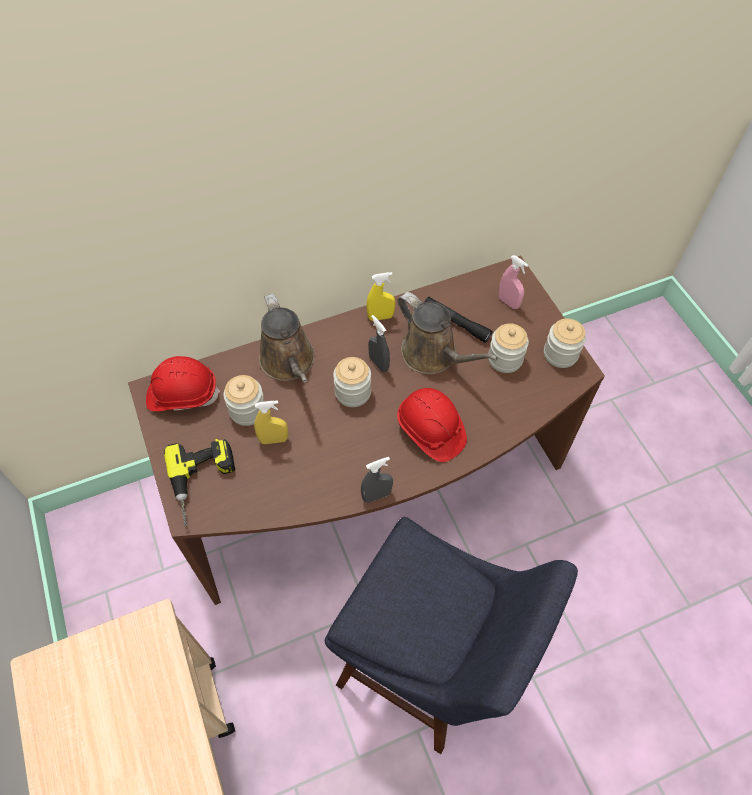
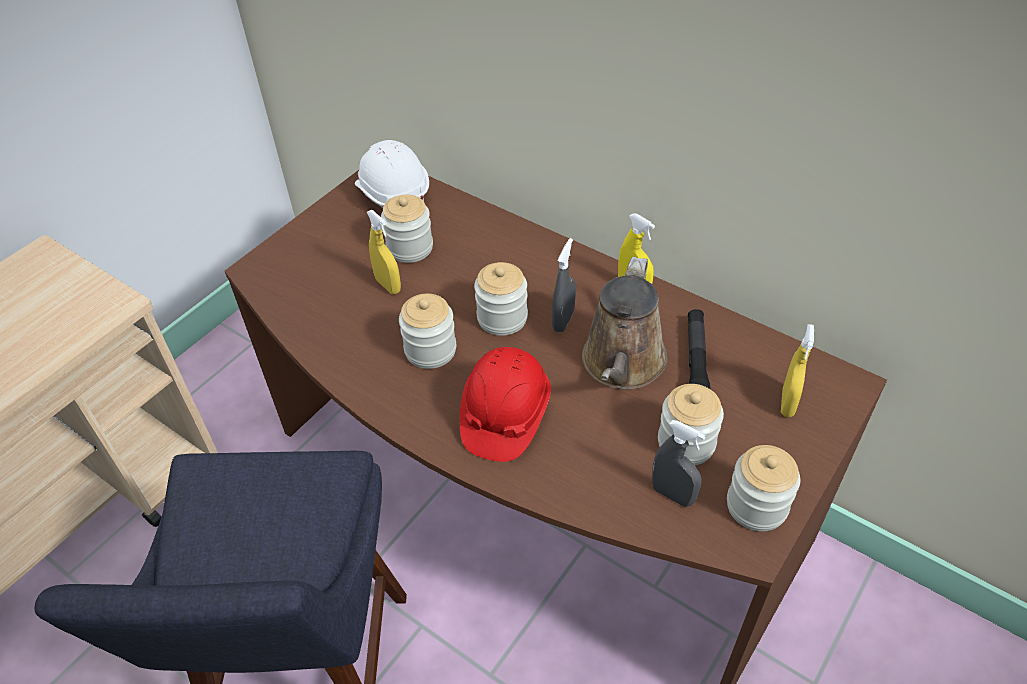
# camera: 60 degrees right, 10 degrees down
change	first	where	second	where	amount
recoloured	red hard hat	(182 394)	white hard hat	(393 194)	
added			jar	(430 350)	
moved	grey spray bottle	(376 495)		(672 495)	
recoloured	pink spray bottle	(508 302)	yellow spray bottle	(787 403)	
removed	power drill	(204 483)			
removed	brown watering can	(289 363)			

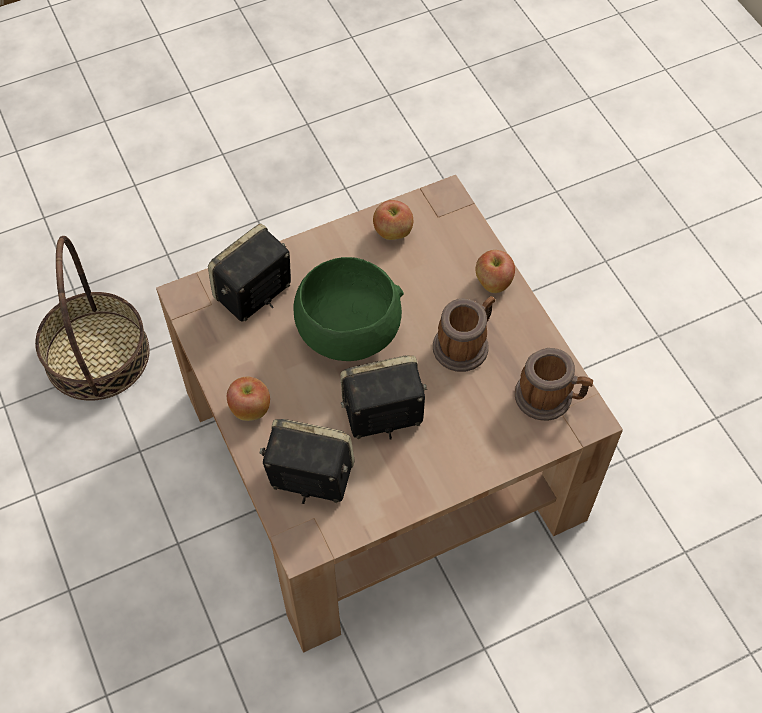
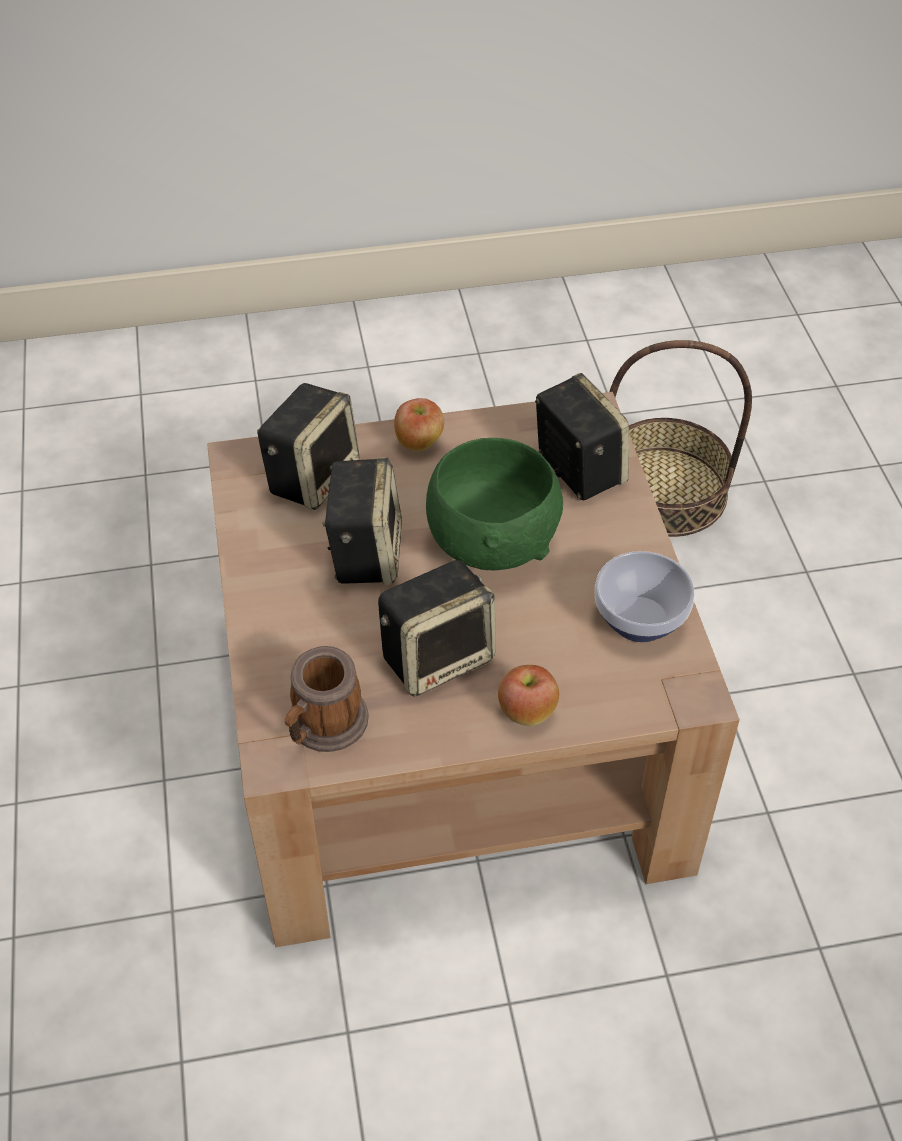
# camera: 105 degrees right, 10 degrees down
change	first	where	second	where	amount
replaced	mug	(465 344)	speaker	(438 656)	
replaced	apple	(393 233)	bowl	(642 621)	

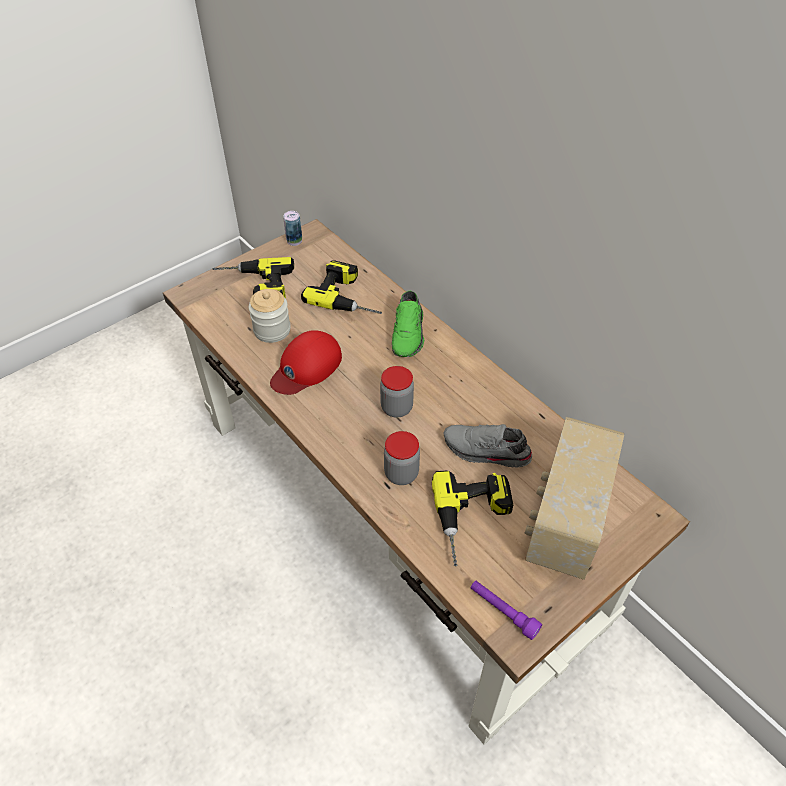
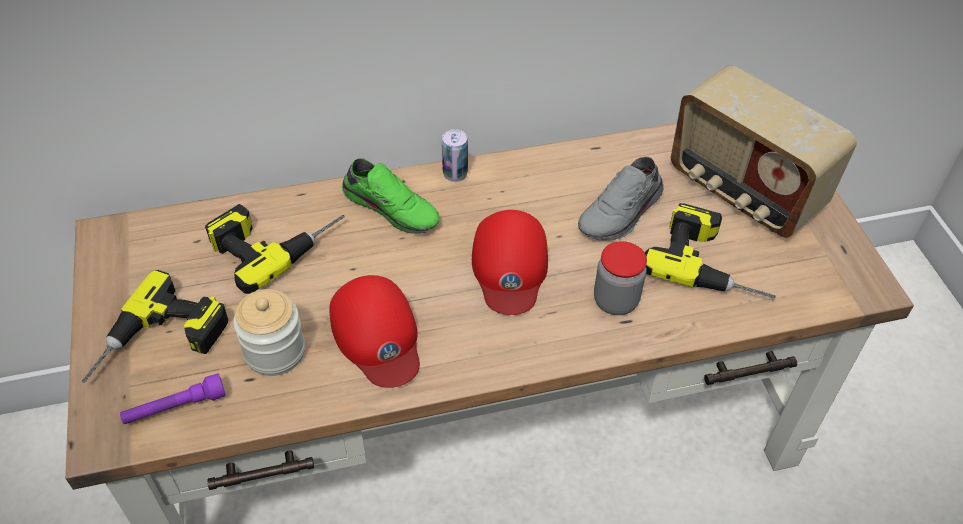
# camera: 65 degrees left, 0 degrees up
change	first	where	second	where	amount
moved	purple flashlight	(503 611)		(175 407)	
moved	can	(294 241)		(455 173)	
replaced	jar	(396 408)	red cap	(509 266)	

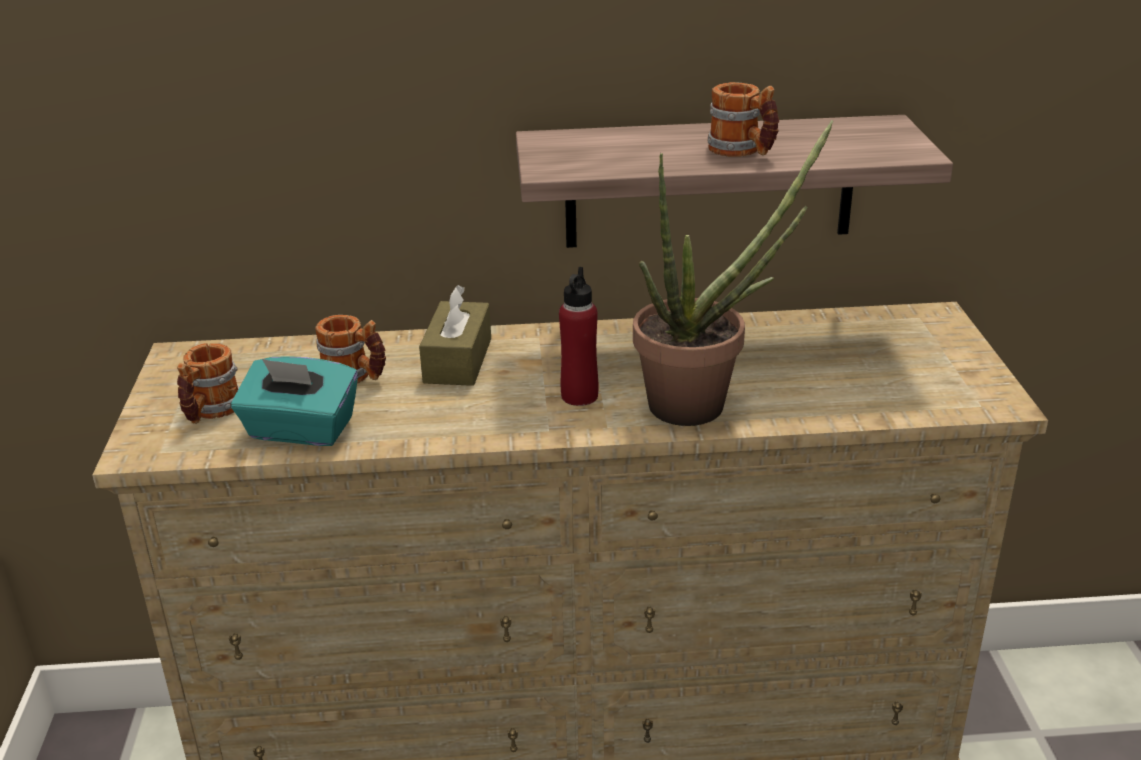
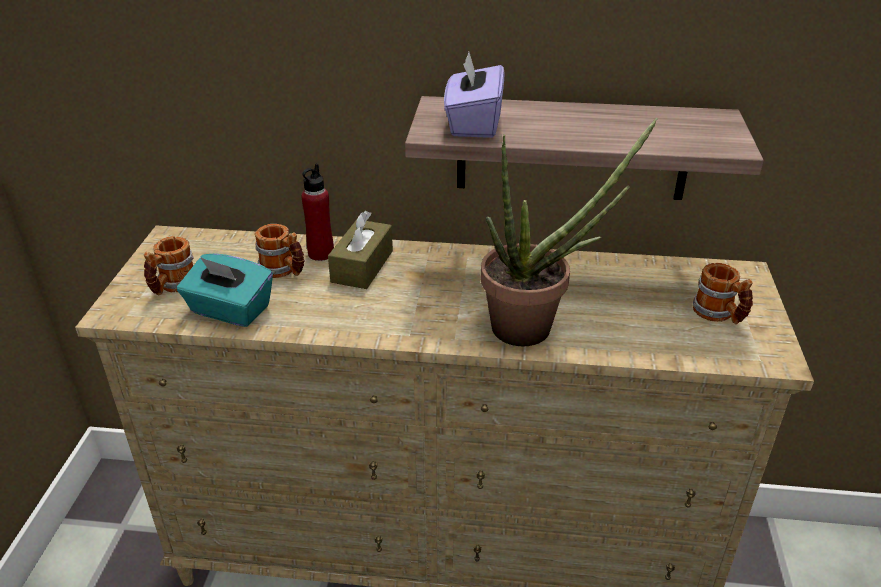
# camera: 10 degrees right, 5 degrees up
change	first	where	second	where	amount
moved	red bottle	(579 396)		(321 253)	
added			purple tissue box	(473 124)	
moved	mug	(742 151)		(719 315)	

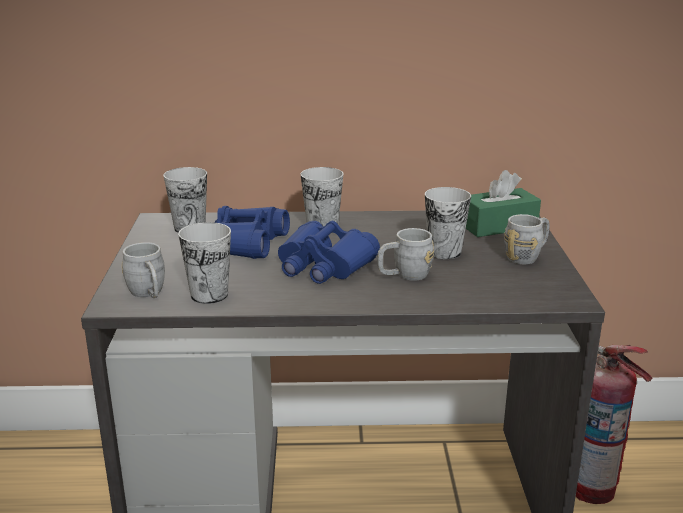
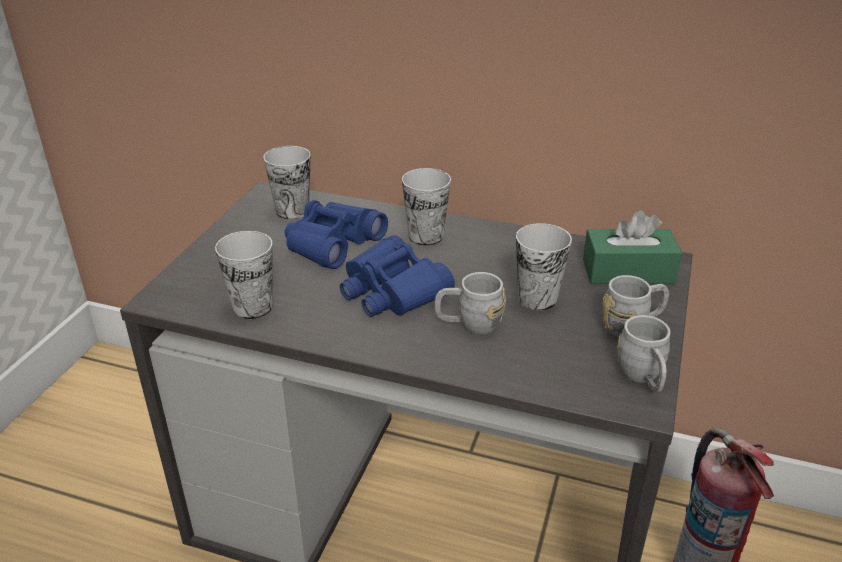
# camera: 20 degrees right, 10 degrees up
change	first	where	second	where	amount
moved	grey mug	(148 294)		(643 378)	

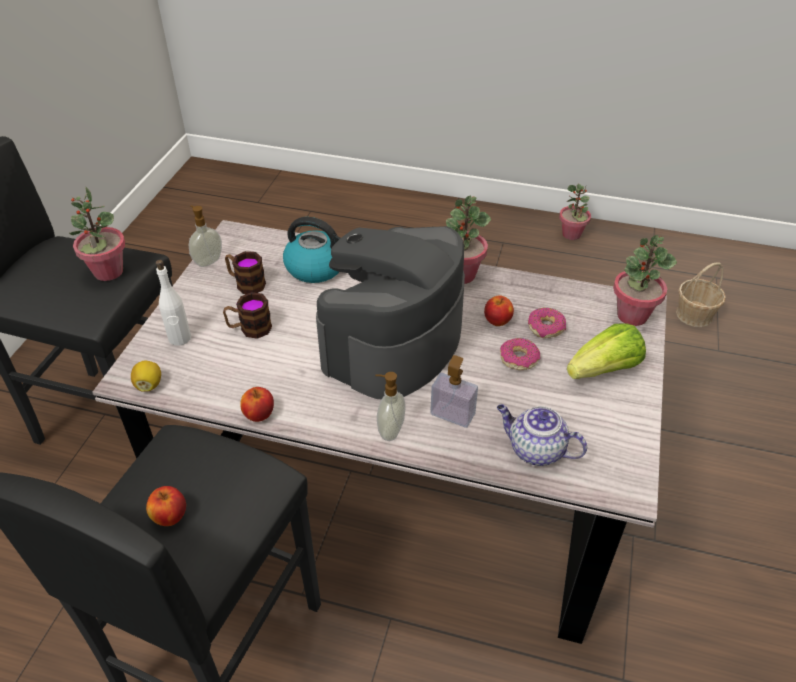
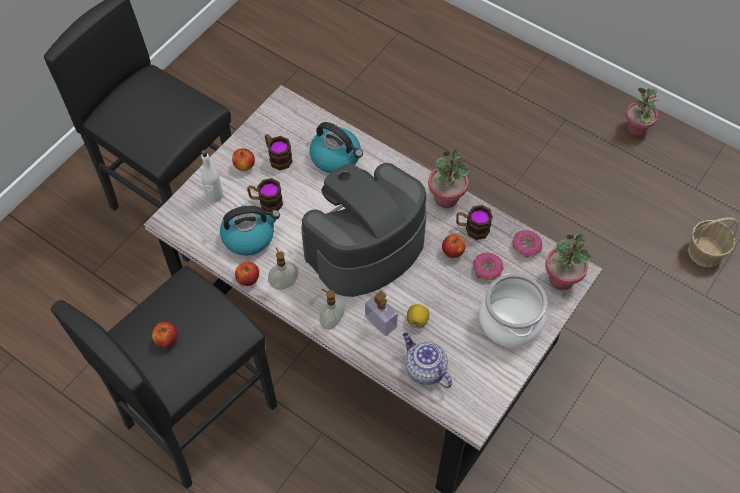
# camera: 20 degrees right, 15 degrees up
change	first	where	second	where	amount
added			kettle	(249 236)	
added			apple	(244 166)	
moved	soap dispenser	(208 261)		(284 283)	
moved	lemon	(149 385)		(417 320)	
added			mug	(472 228)	
replaced	lettuce	(604 370)	cooking pot	(511 321)	
moved	donut	(518 359)		(526 246)	
removed	potted plant	(108 272)			

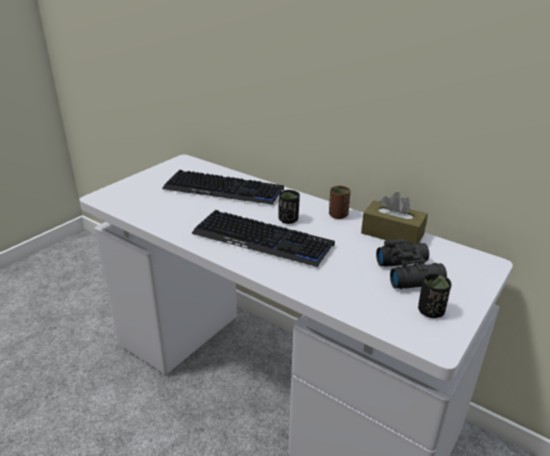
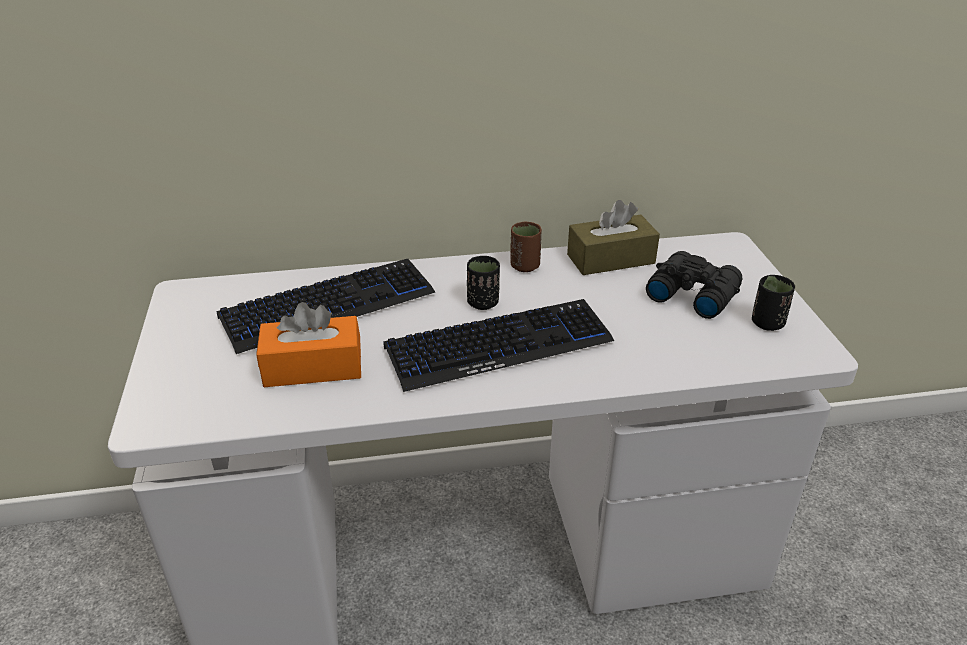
# camera: 45 degrees left, 5 degrees up
change	first	where	second	where	amount
added			orange tissue box	(313 367)	

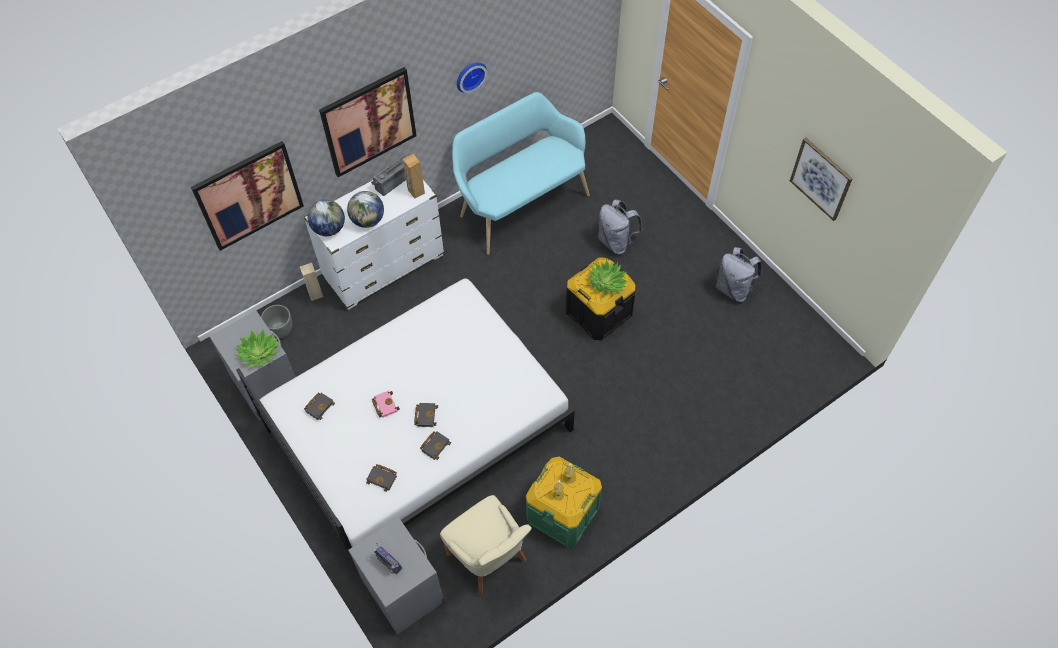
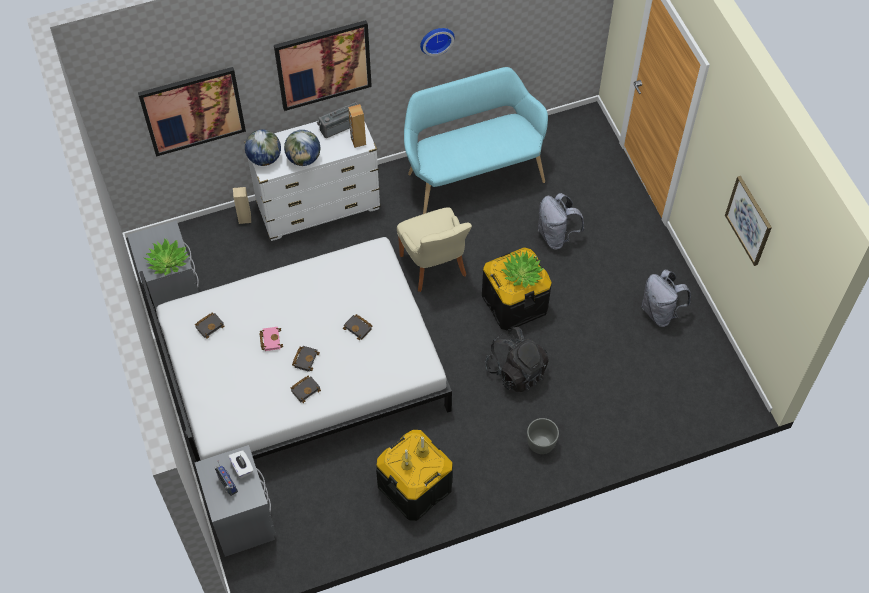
# camera: 15 degrees right, 0 degrees up
change	first	where	second	where	amount
added			white tissue box	(242 468)	
moved	black book	(383 478)		(359 328)	
recoloured	green storage box	(562 512)	black storage box	(415 487)	
moved	beige chair	(489 559)		(434 267)	
added			black backpack	(516 371)	
moved	grey planter	(281 330)		(541 444)	

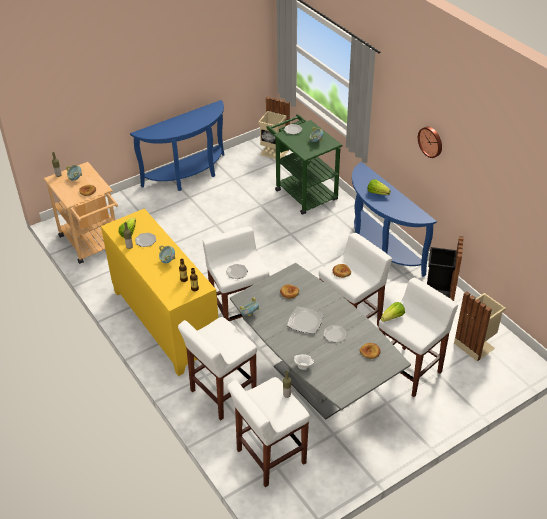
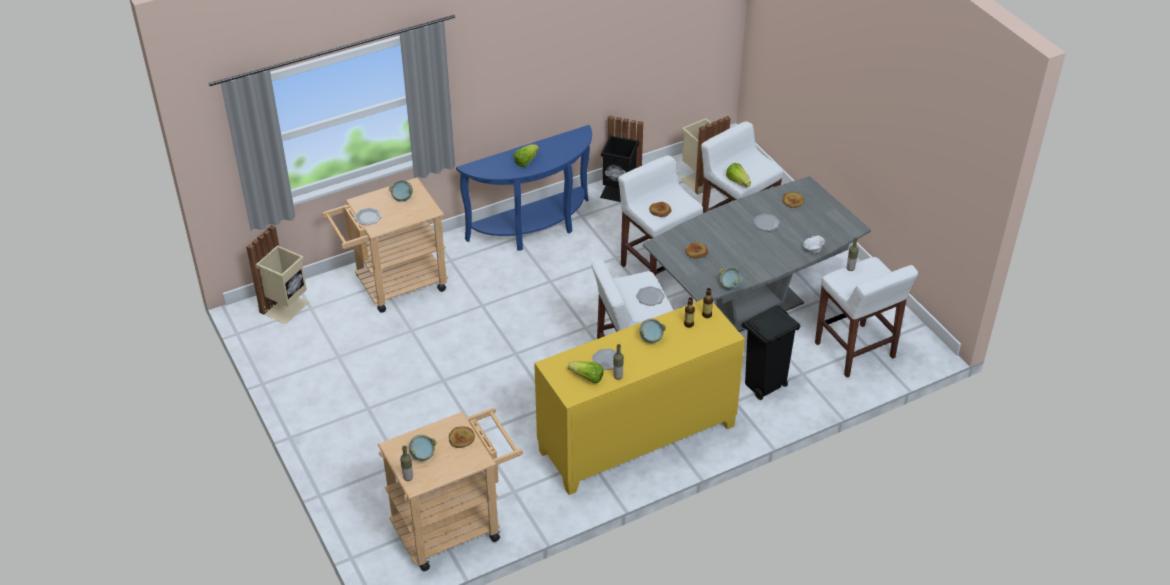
# camera: 85 degrees left, 0 degrees up
change	first	where	second	where	amount
recoloured	green cart	(302 192)	beige cart	(393 286)	
replaced	white stool	(222 394)	black trash can	(764 386)	
removed	blue console table	(189 176)			
removed	plate	(305 321)			
removed	wall clock	(431 141)			

